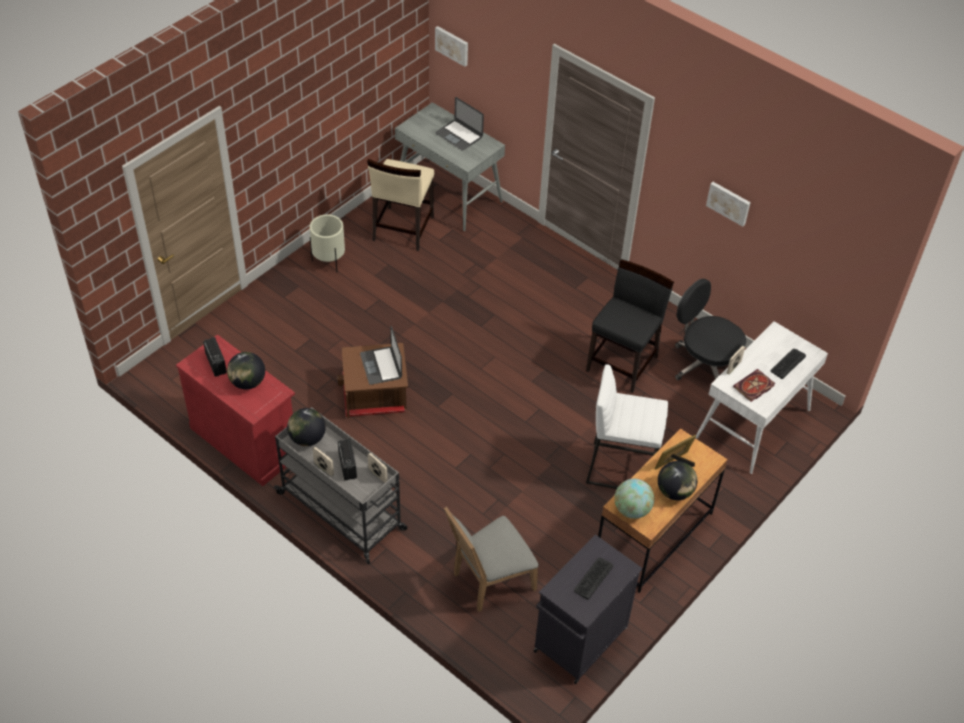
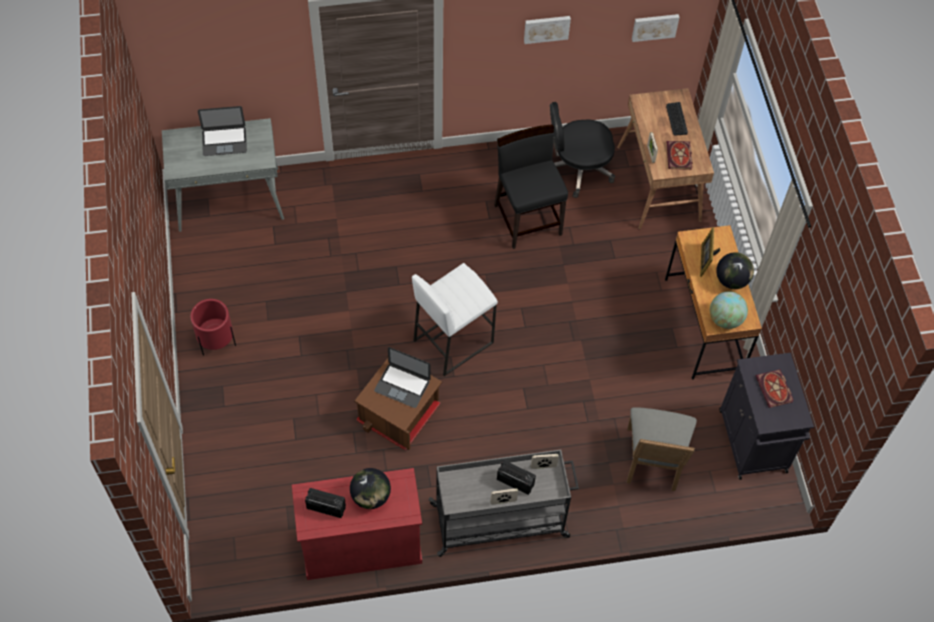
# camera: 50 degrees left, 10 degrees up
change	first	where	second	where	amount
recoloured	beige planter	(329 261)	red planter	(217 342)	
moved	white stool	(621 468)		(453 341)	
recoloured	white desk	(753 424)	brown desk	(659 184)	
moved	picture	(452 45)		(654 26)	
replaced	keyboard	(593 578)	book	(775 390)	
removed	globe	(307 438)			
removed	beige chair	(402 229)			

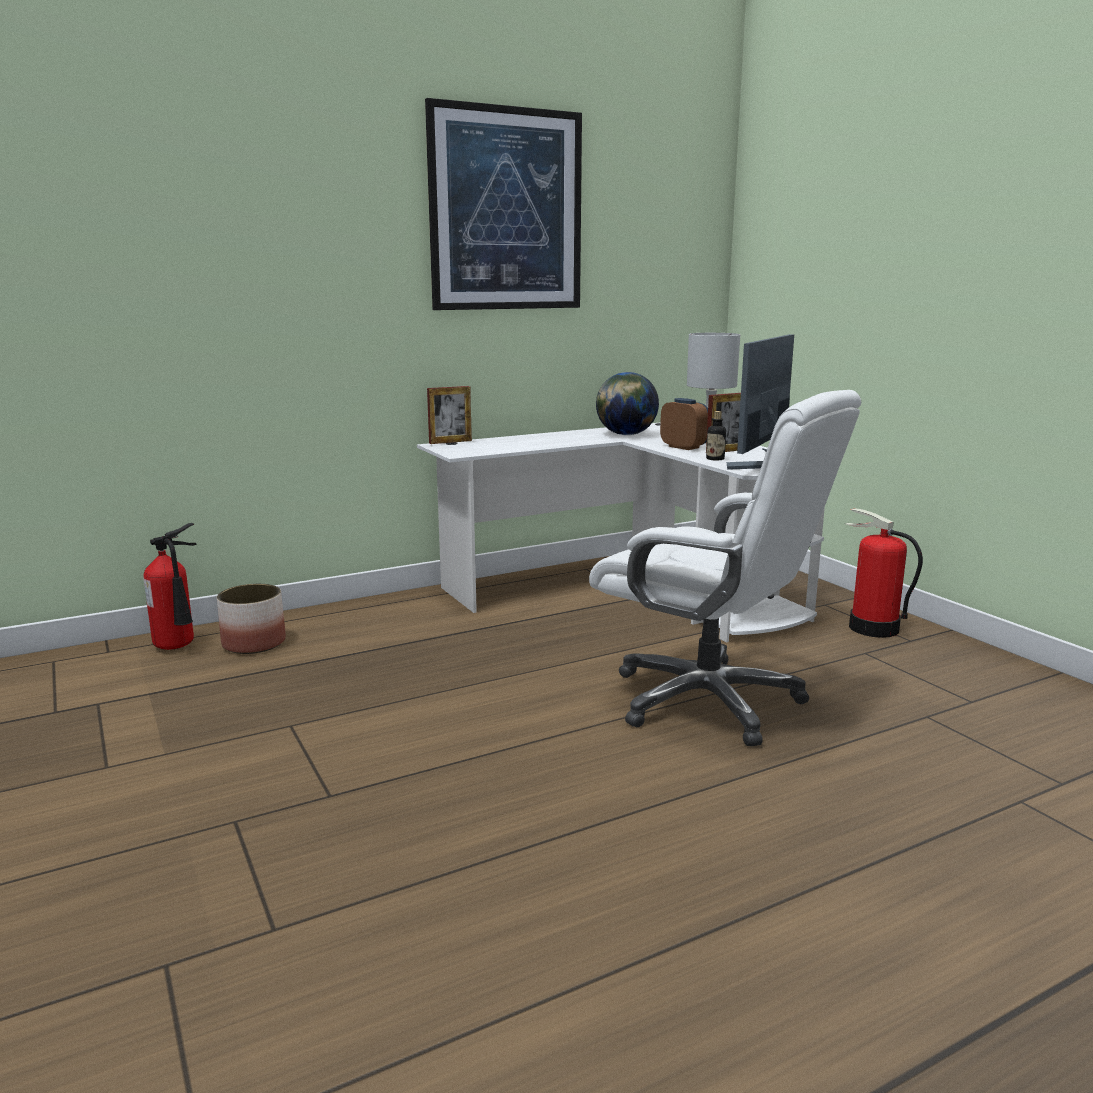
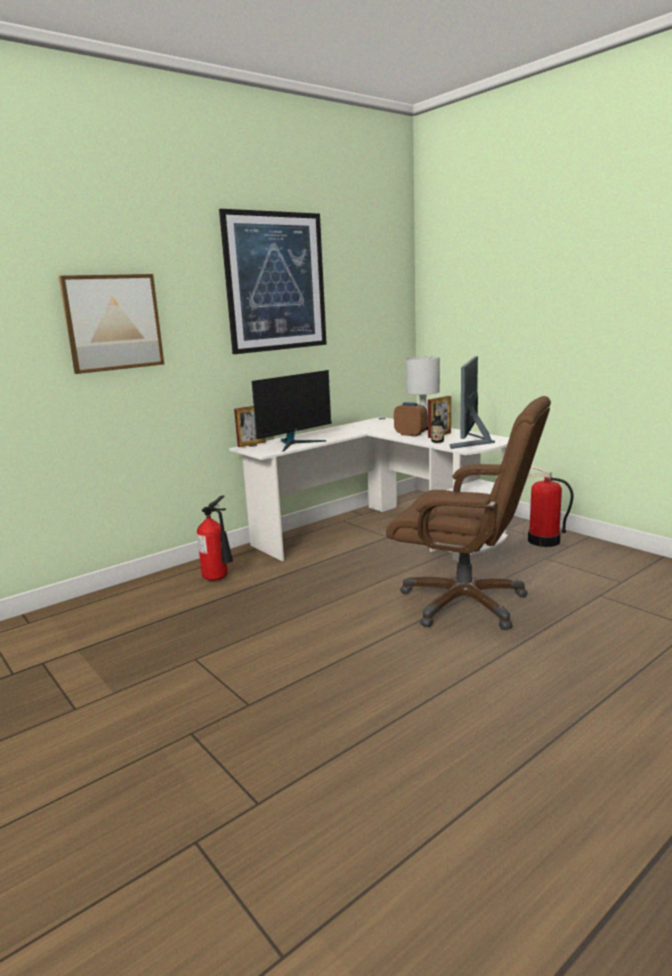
# camera: 10 degrees left, 0 degrees up
change	first	where	second	where	amount
added			picture	(113 322)	
moved	fire extinguisher	(179 647)		(219 578)	
added			monitor	(295 443)	
recoloured	white office chair	(708 700)	brown office chair	(465 603)	
removed	planter	(254 643)			
removed	globe	(626 434)			

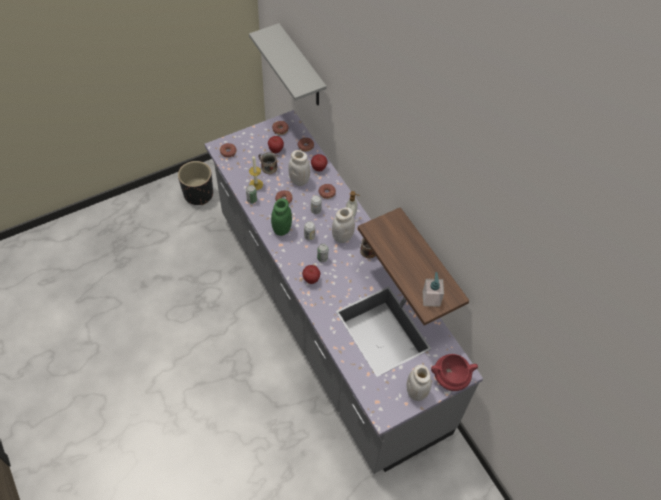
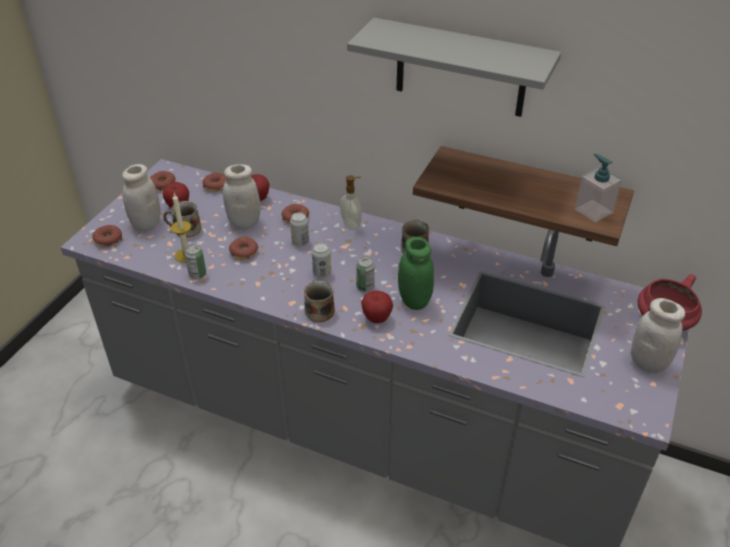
# camera: 35 degrees left, 15 degrees down
change	first	where	second	where	amount
moved	white jar	(342 237)		(146 224)	
added			mug	(318 310)	
moved	grey shelf	(302 68)		(460 69)	
moved	green jar	(282 229)		(414 300)	
removed	black planter	(199 194)			

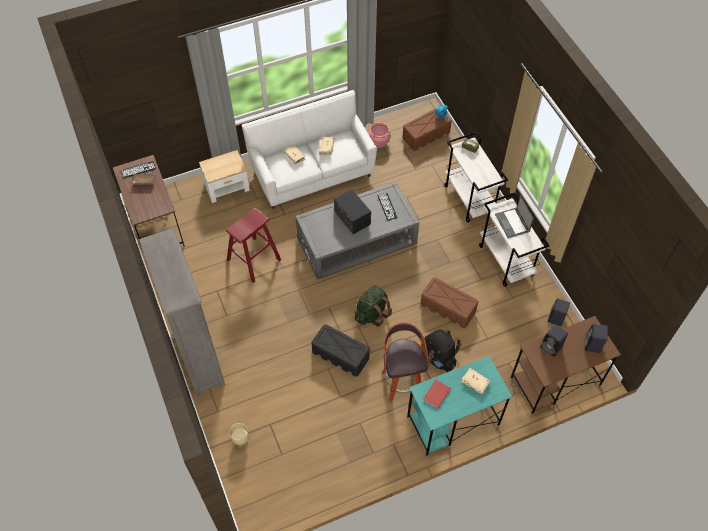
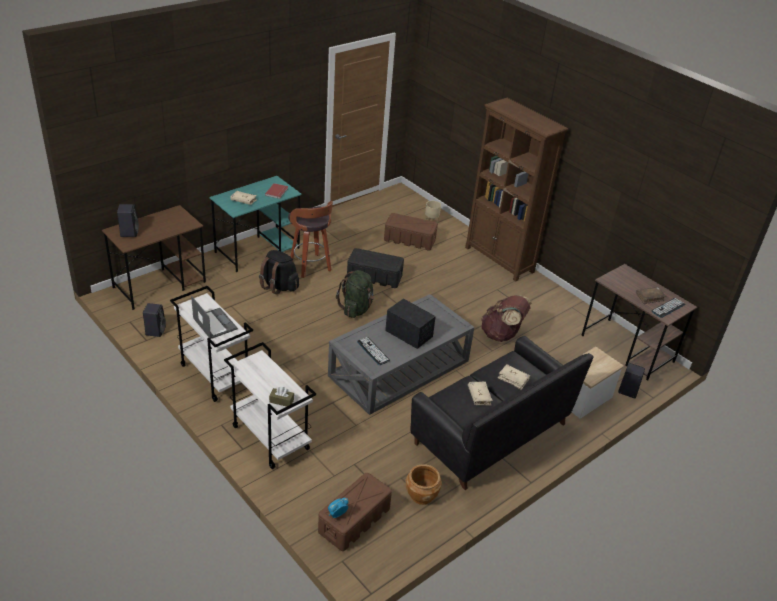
# camera: 160 degrees right, 20 degrees down
change	first	where	second	where	amount
moved	brown storage box	(448 308)		(409 240)	
recoloured	pink planter	(379 142)	brown planter	(421 495)	
recoloured	white sofa	(312 173)	black sofa	(491 434)	
recoloured	grey bookcase	(199 358)	brown bookcase	(499 260)	
replaced	red stool	(254 259)	brown backpack	(502 335)	
moved	black speaker	(552 347)		(627 391)	

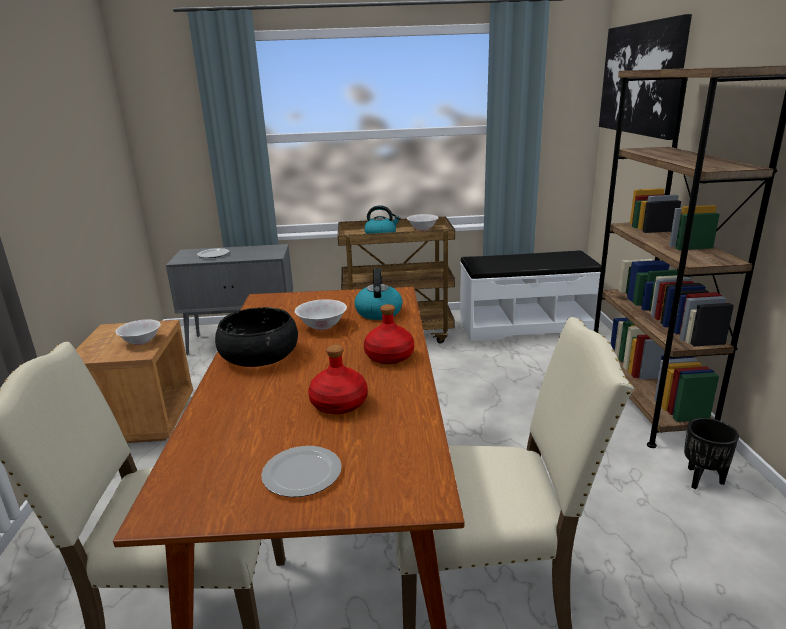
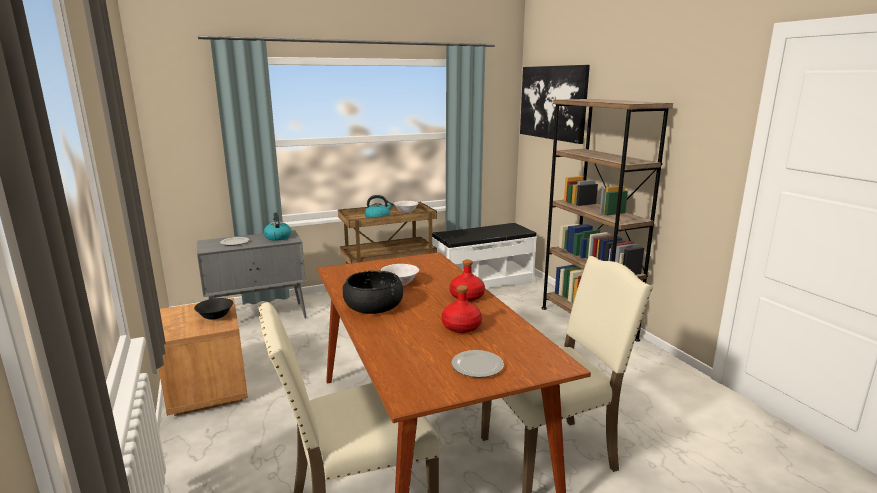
# camera: 20 degrees left, 5 degrees down
change	first	where	second	where	amount
recoloured	white bowl	(141 341)	black bowl	(215 317)	
moved	kettle	(378 312)		(277 237)	
removed	black planter	(702 480)			

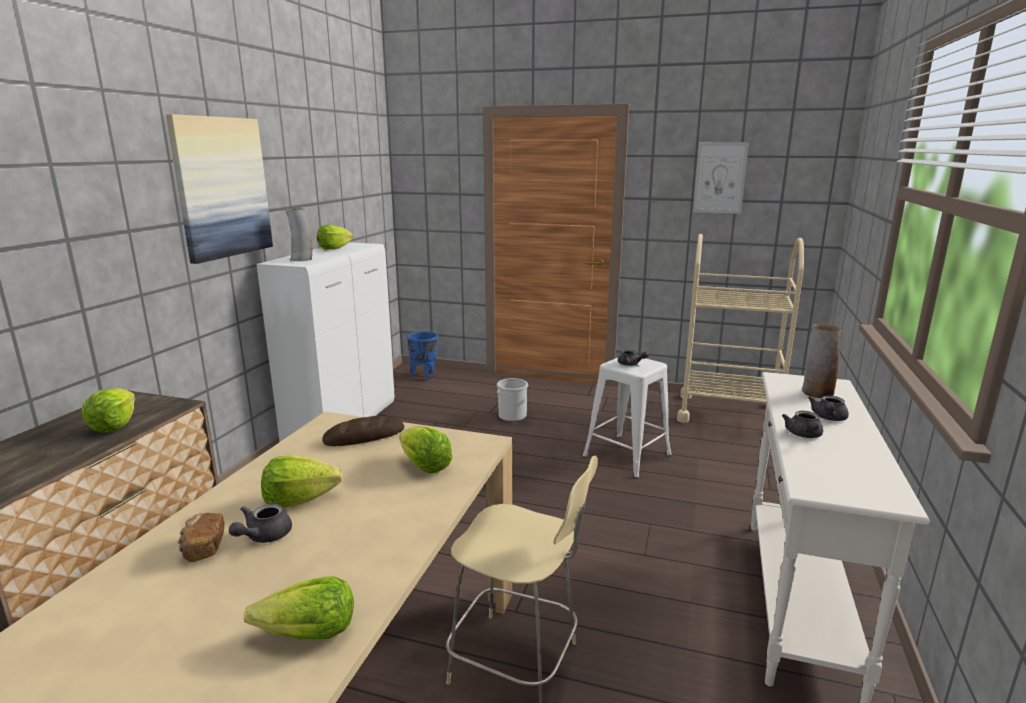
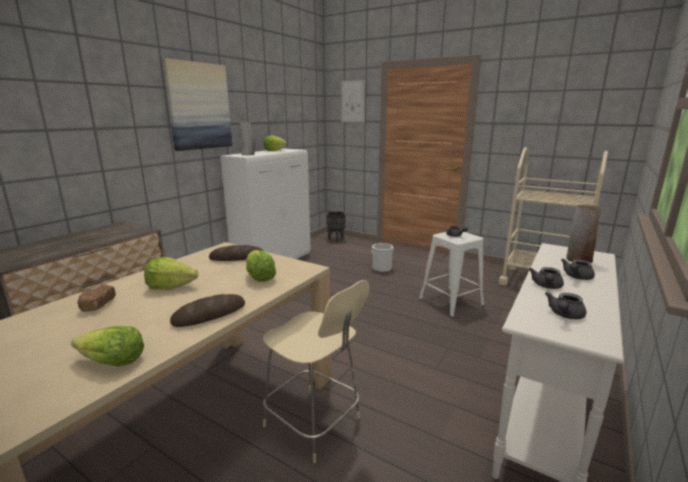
# camera: 15 degrees right, 0 degrees up
change	first	where	second	where	amount
added			bread	(209 314)	
recoloured	blue planter	(424 375)	black planter	(336 239)	
moved	picture	(720 178)		(353 101)	
moved	grey teapot	(263 536)		(564 315)	
removed	lettuce	(114 425)			

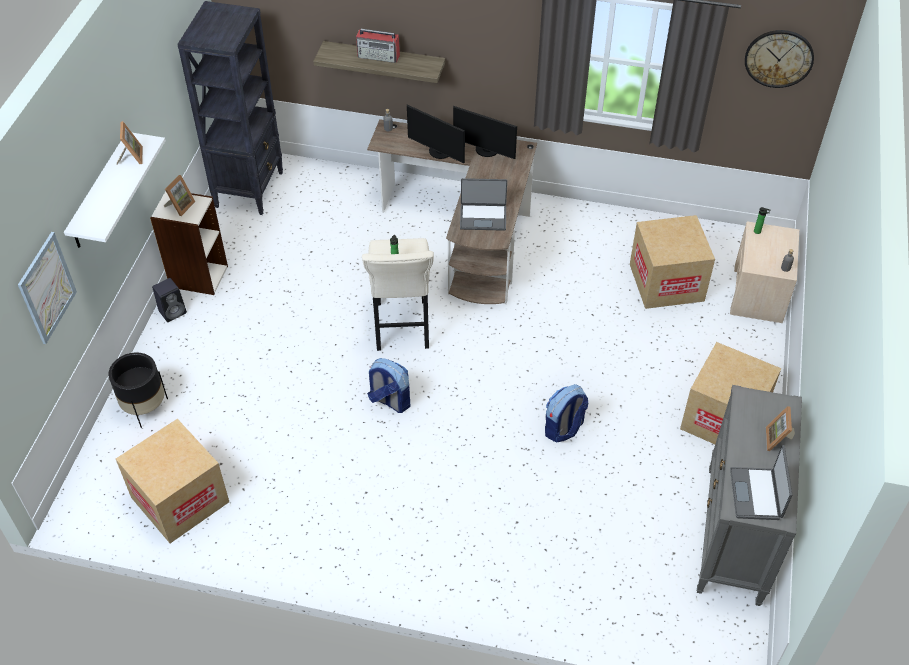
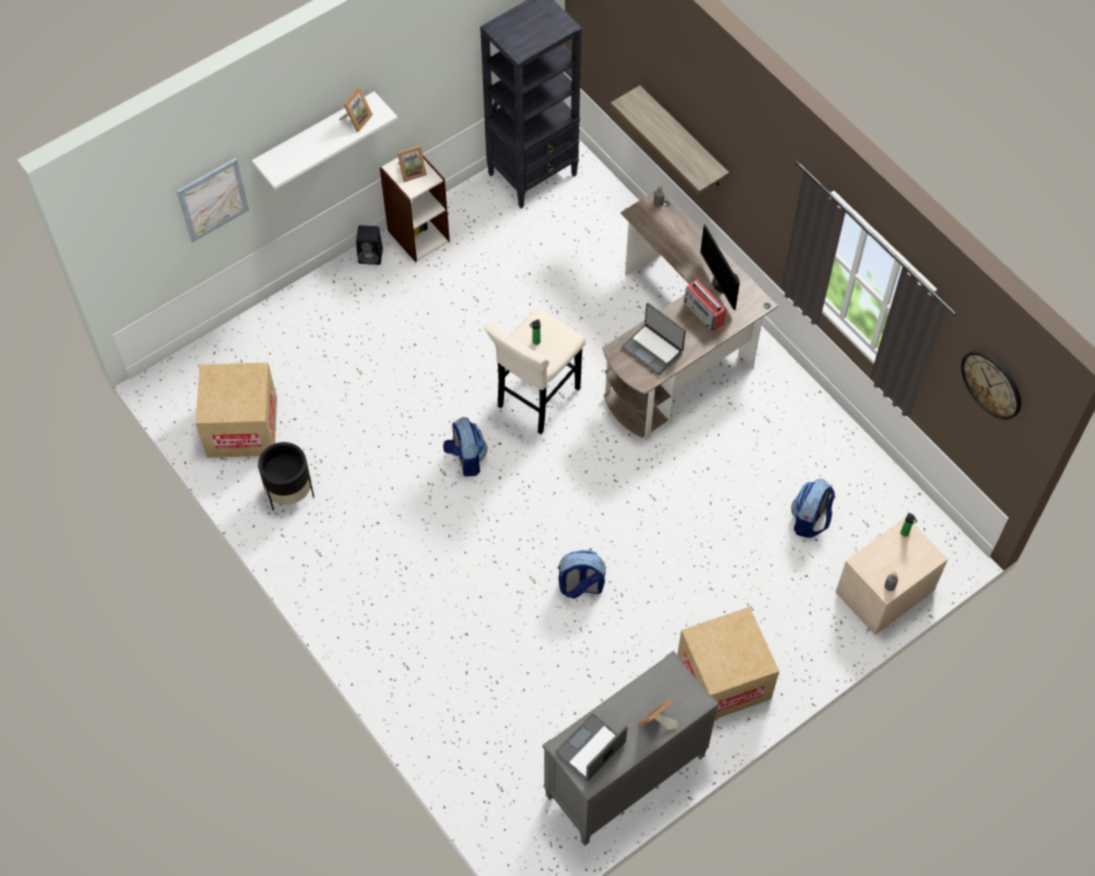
# camera: 40 degrees right, 10 degrees up
change	first	where	second	where	amount
moved	black planter	(145 408)		(290 493)	
moved	radio	(379 56)		(704 313)	
replaced	cardboard box	(666 282)	backpack	(810 520)	
removed	monitor	(439 152)			

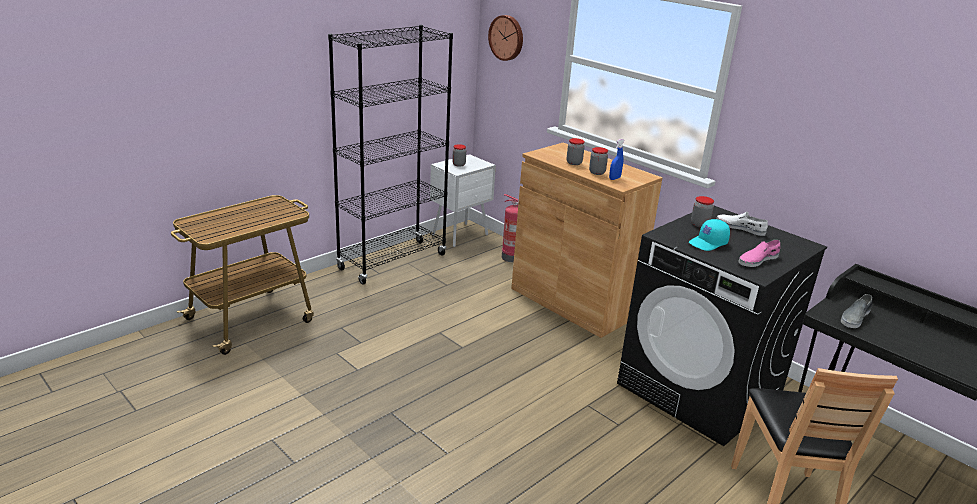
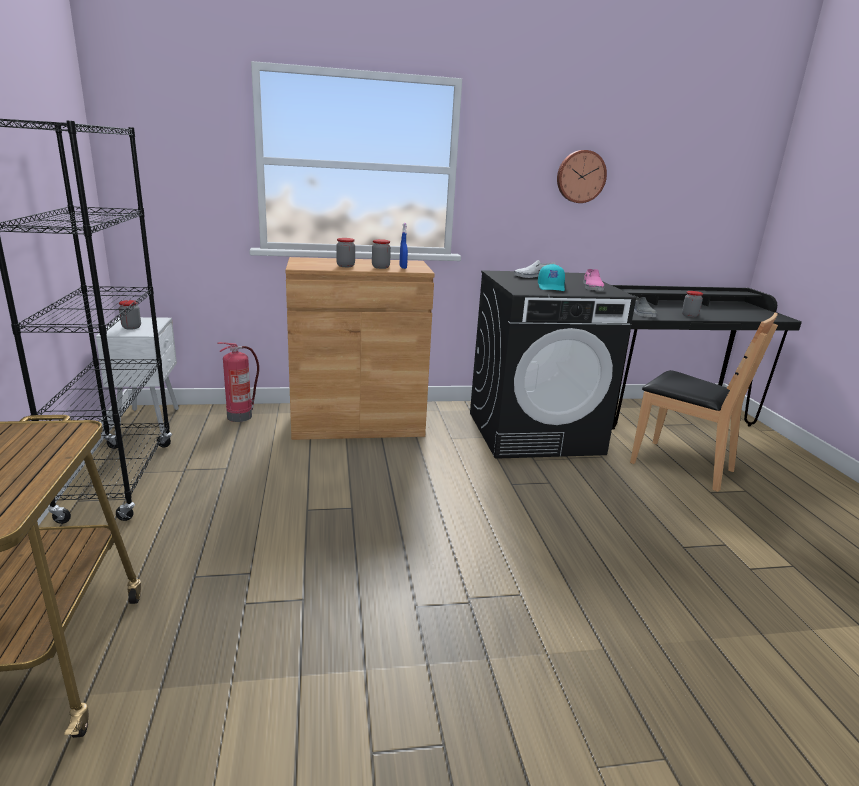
# camera: 55 degrees left, 5 degrees down
change	first	where	second	where	amount
moved	wall clock	(507 37)		(580 176)	
moved	jar	(699 224)		(689 315)	

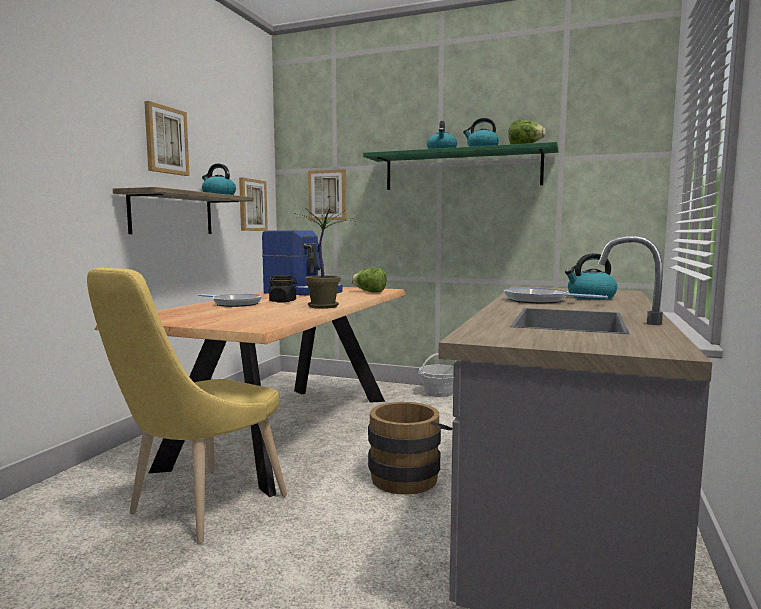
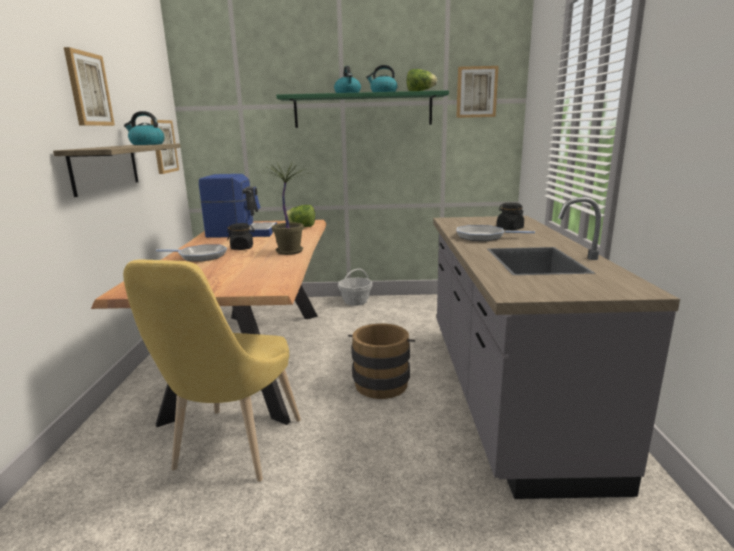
# camera: 20 degrees left, 10 degrees up
change	first	where	second	where	amount
moved	picture	(328 195)		(476 92)	
replaced	kettle	(590 297)	black jar	(509 228)	

